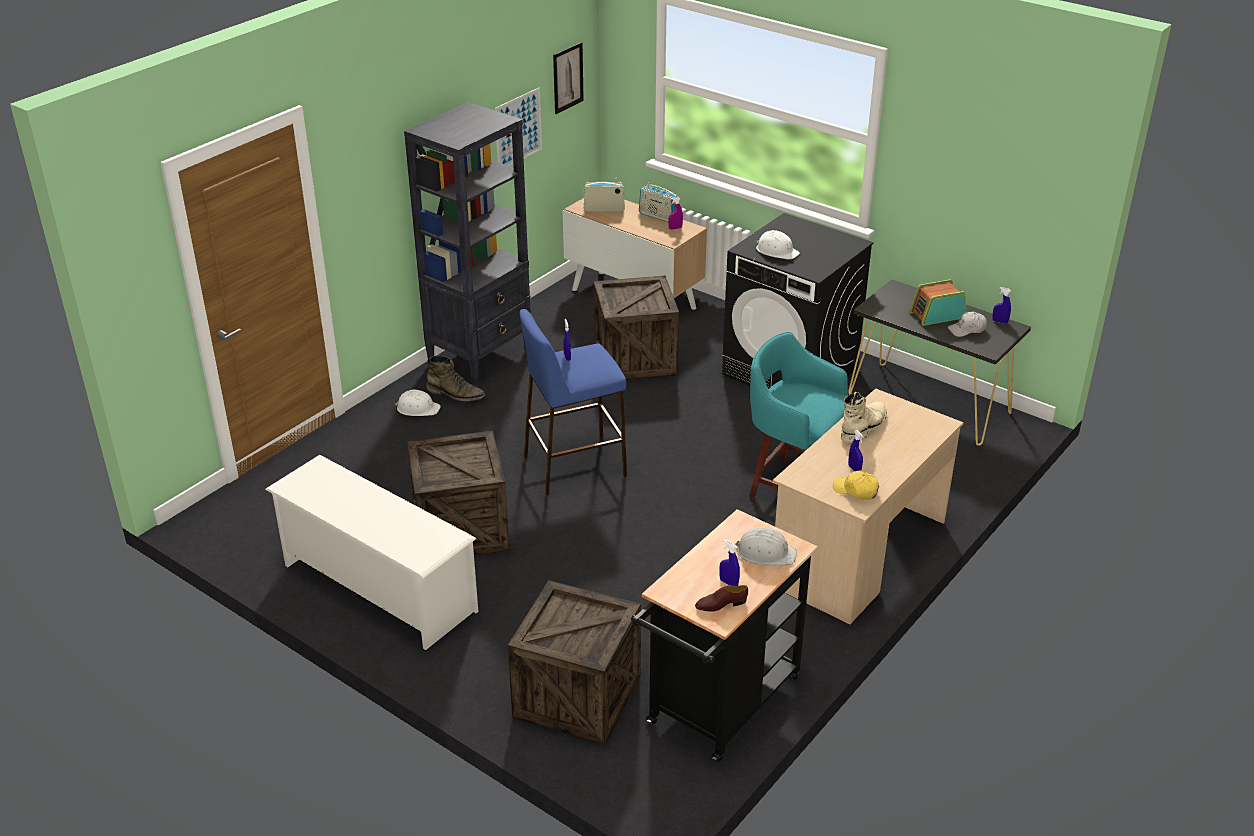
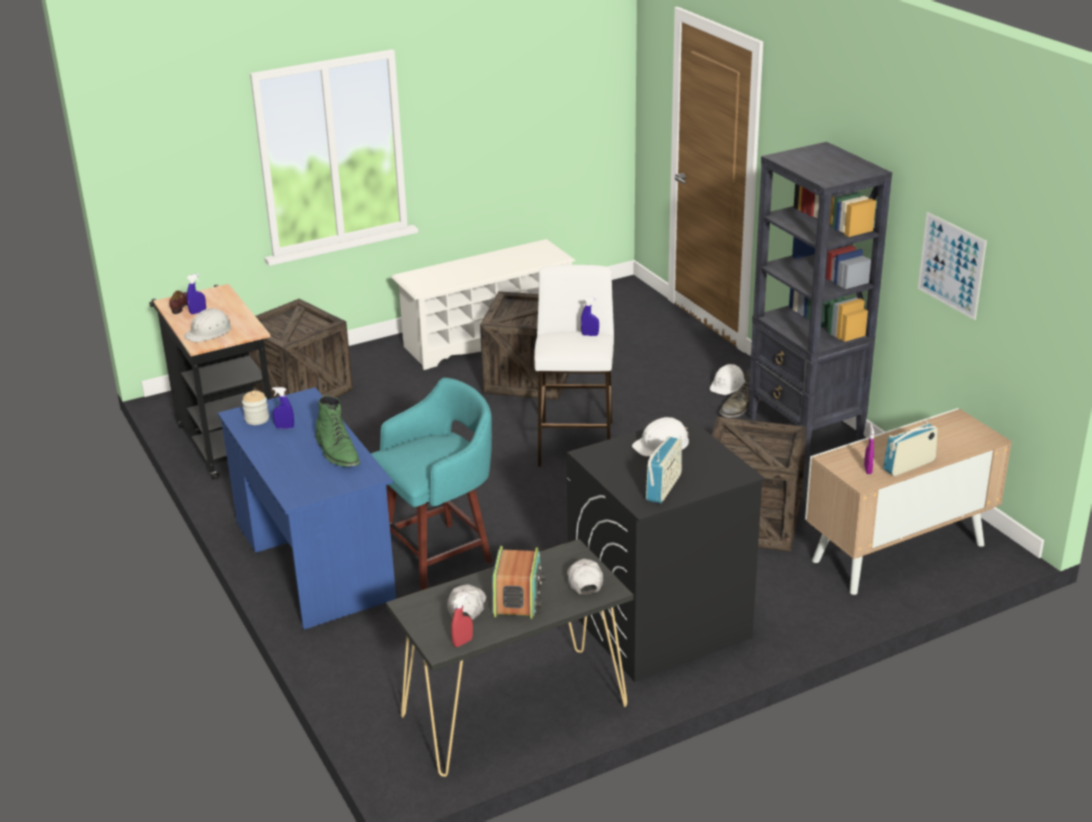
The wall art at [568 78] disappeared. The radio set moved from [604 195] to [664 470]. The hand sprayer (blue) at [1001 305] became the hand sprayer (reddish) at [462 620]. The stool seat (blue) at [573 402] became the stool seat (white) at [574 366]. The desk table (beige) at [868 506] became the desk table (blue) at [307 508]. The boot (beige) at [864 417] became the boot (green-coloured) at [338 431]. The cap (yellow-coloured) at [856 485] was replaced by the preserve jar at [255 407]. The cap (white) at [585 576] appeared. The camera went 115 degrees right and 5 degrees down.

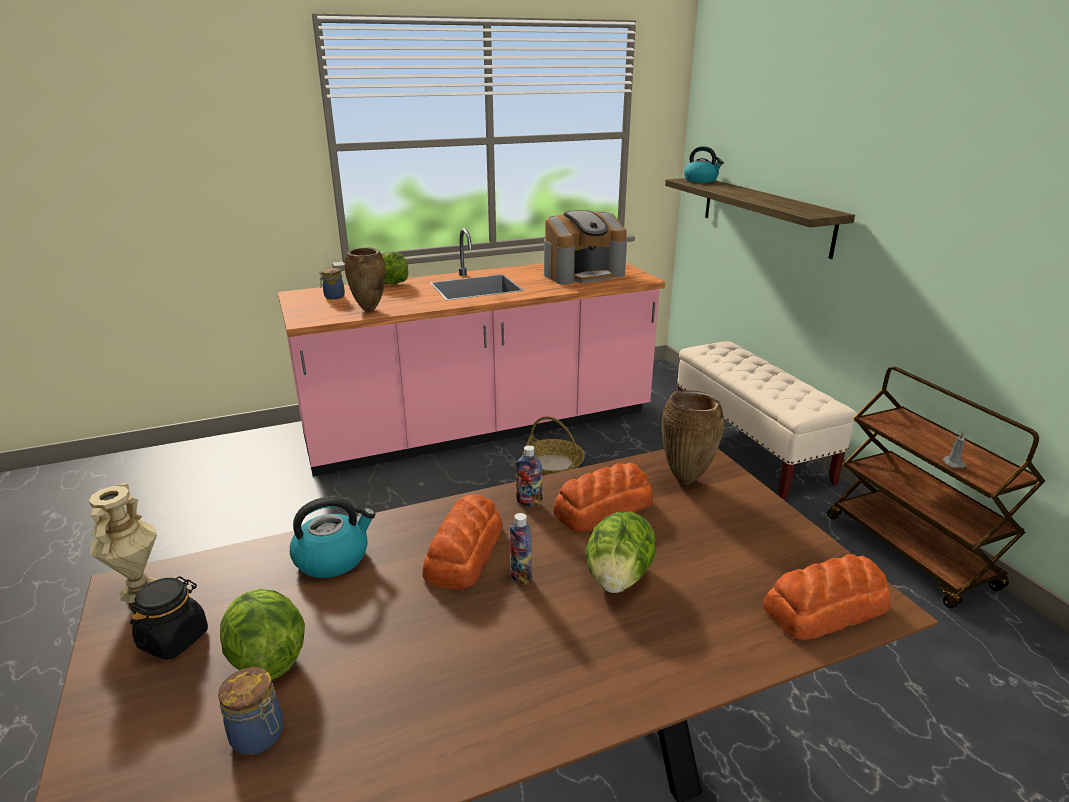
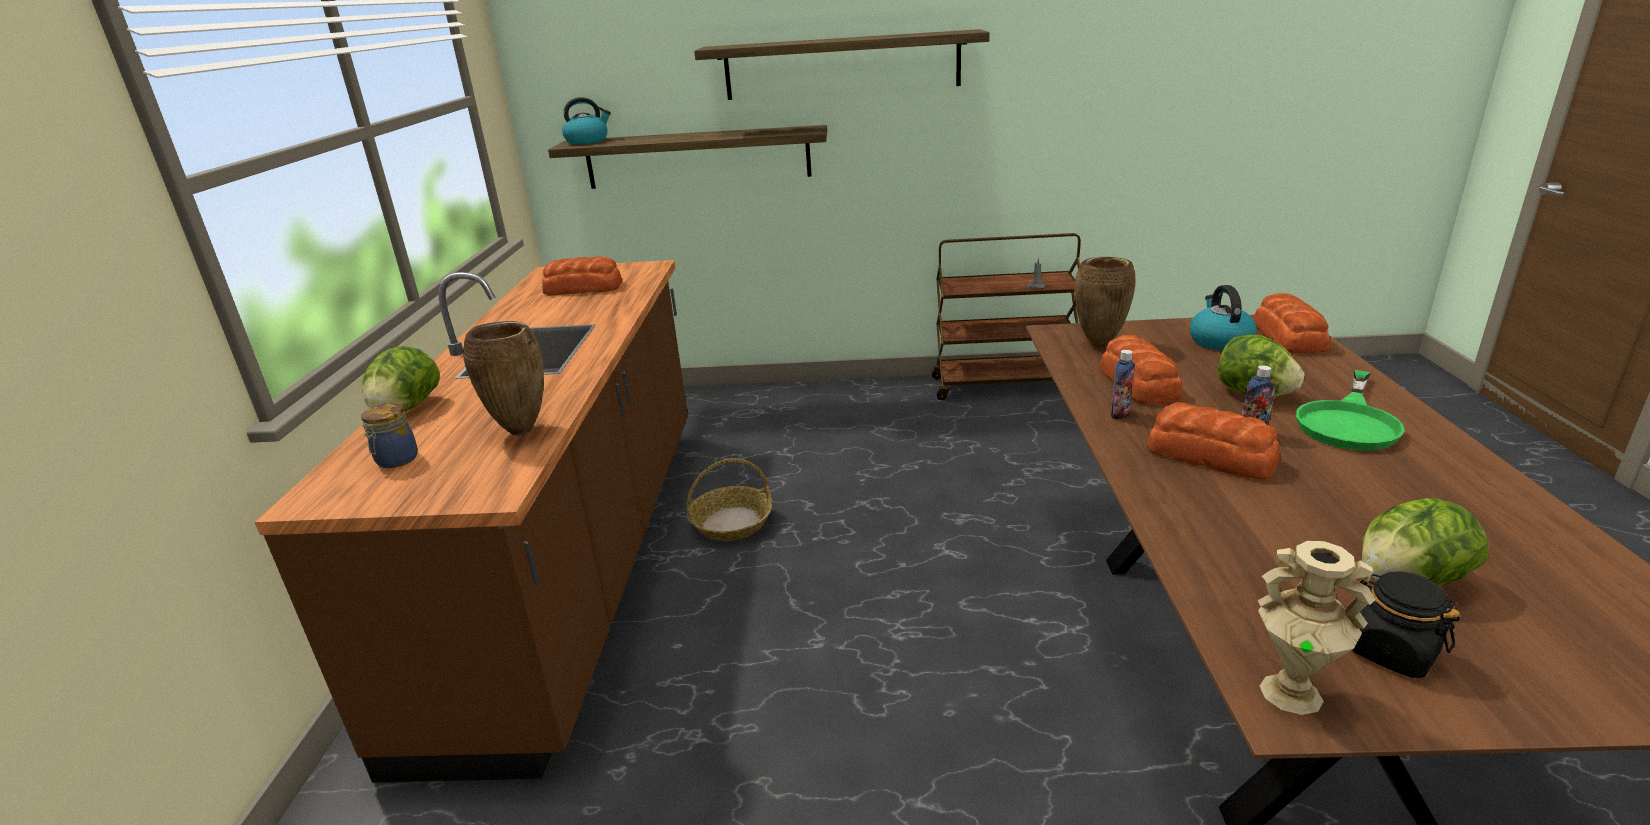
The coffee brewer at [585 247] was replaced by the bakery bread at [582 276]. The counter (pinkish) at [471 352] became the counter (brown-coloured) at [471 521]. The long seat (beige) at [767 420] disappeared. The water kettle moved from [333 537] to [1223 318]. The preserve jar at [250 711] disappeared. The shelf at [842 64] appeared. The pan (green-coloured) at [1350 410] appeared. The camera went 65 degrees left and 0 degrees up.

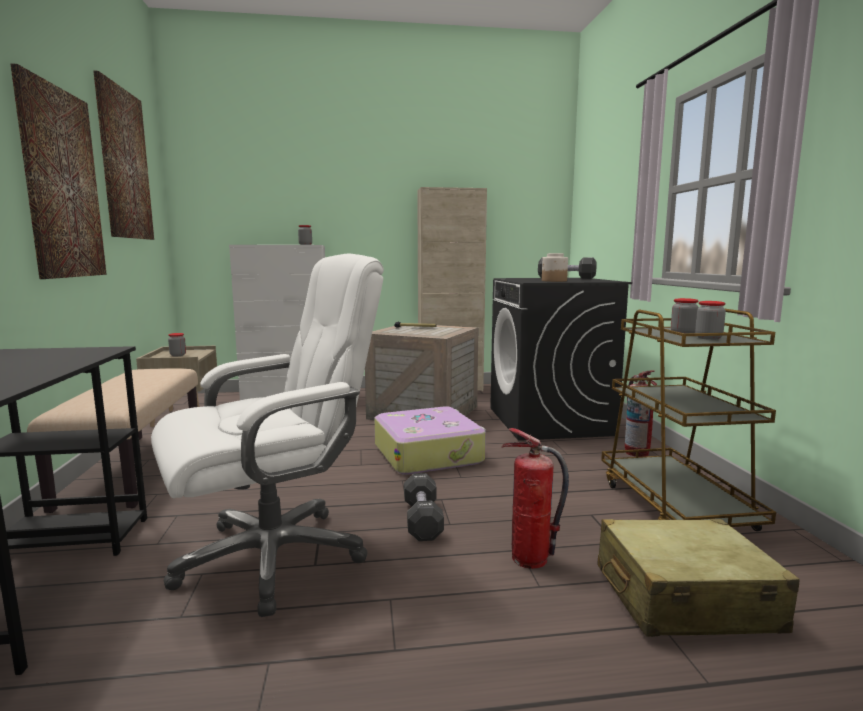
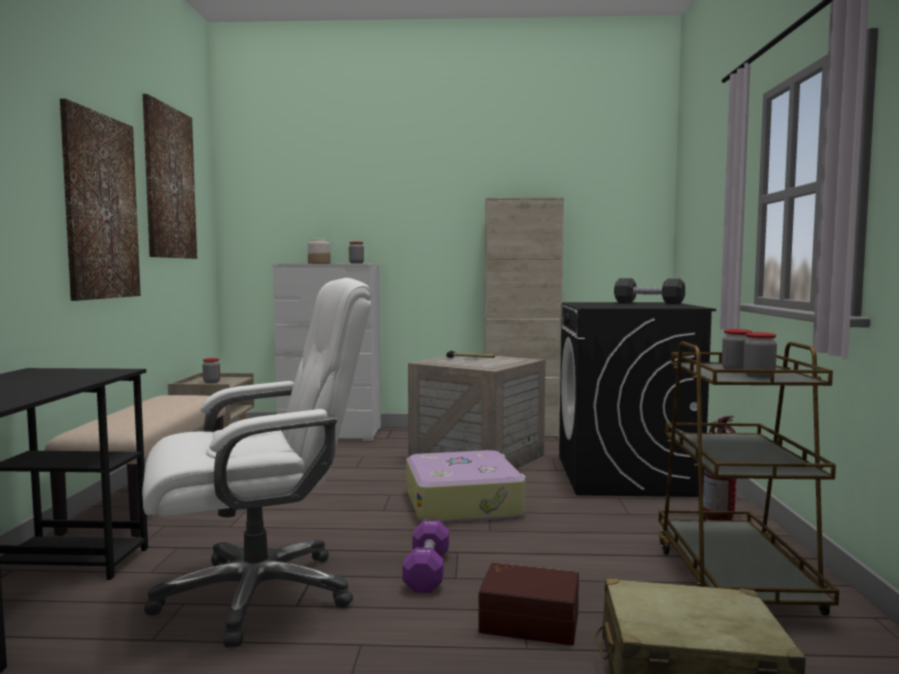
The preserve jar moved from [555 267] to [319 251]. The fire-fighting cylinder at [535 498] was replaced by the storage container (brown-coloured) at [528 604]. The hand weight (blackish) at [424 507] became the hand weight (purplish) at [425 556]. The camera went 10 degrees right and 5 degrees down.

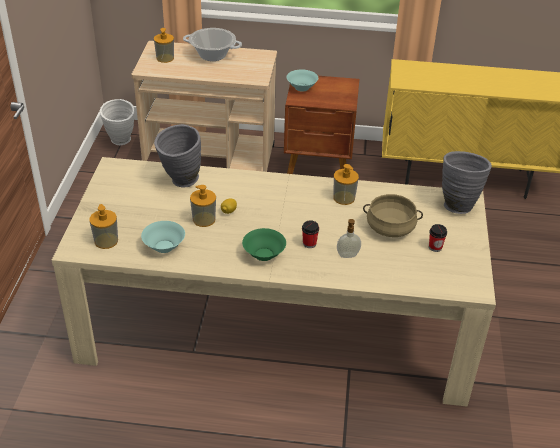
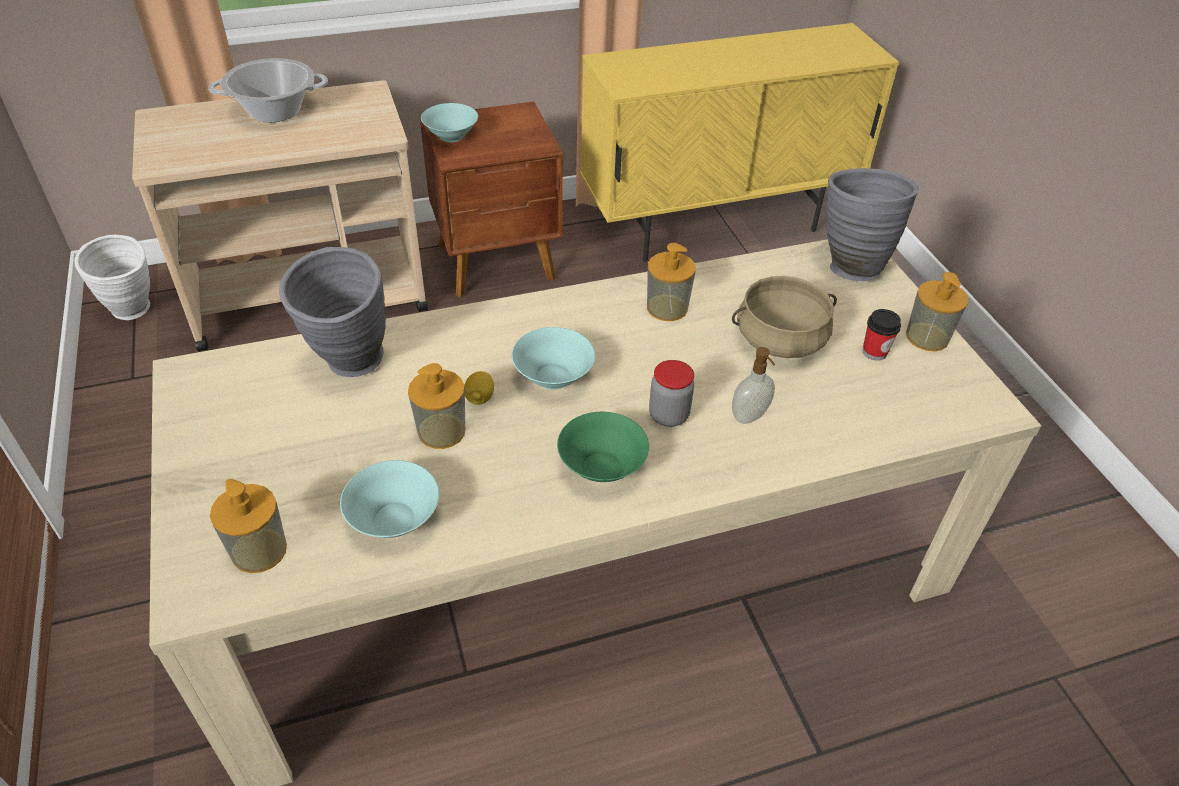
The liquid soap bottle moved from [164 45] to [937 311]. The small cup at [310 234] was replaced by the preserve jar at [671 393]. The deep dish (turquoise-coloured) at [553 358] appeared. The camera went 25 degrees left and 5 degrees up.

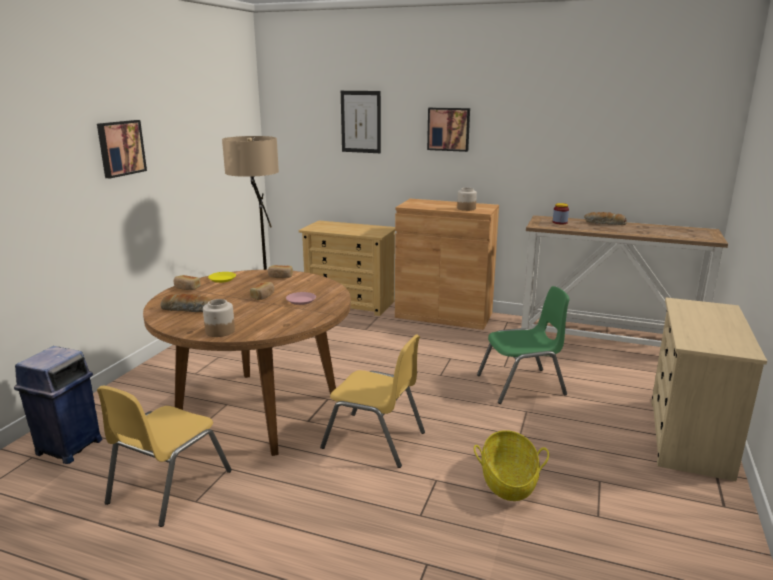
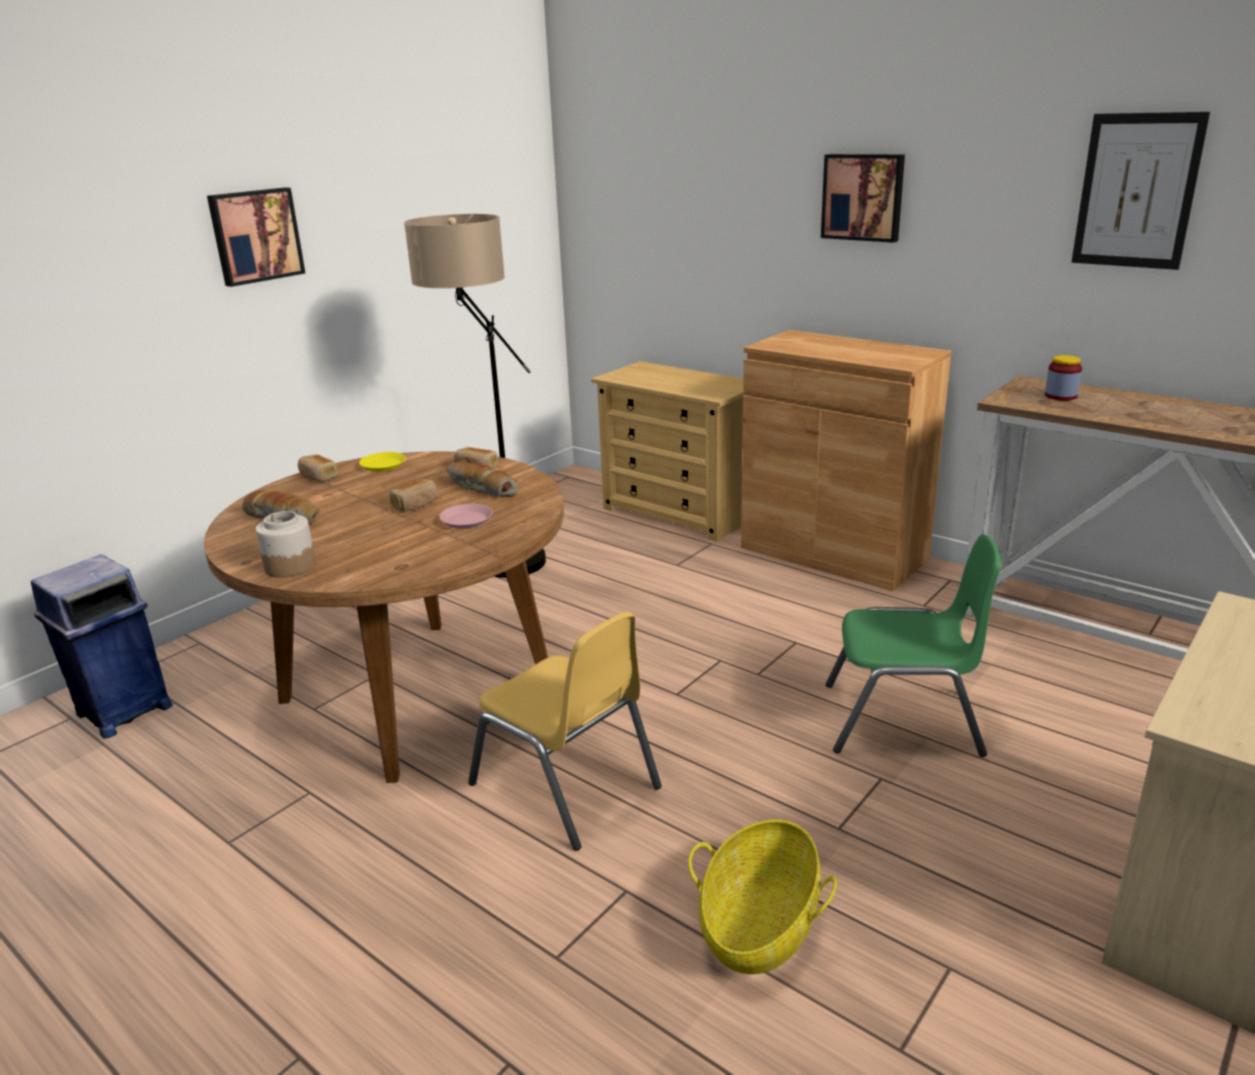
The wall art moved from [361 122] to [1141 191]. The preserve jar at [467 199] disappeared. The bakery bread moved from [605 218] to [482 479]. The upright chair (yellow-coloured) at [164 456] disappeared. The camera went 20 degrees right and 5 degrees up.

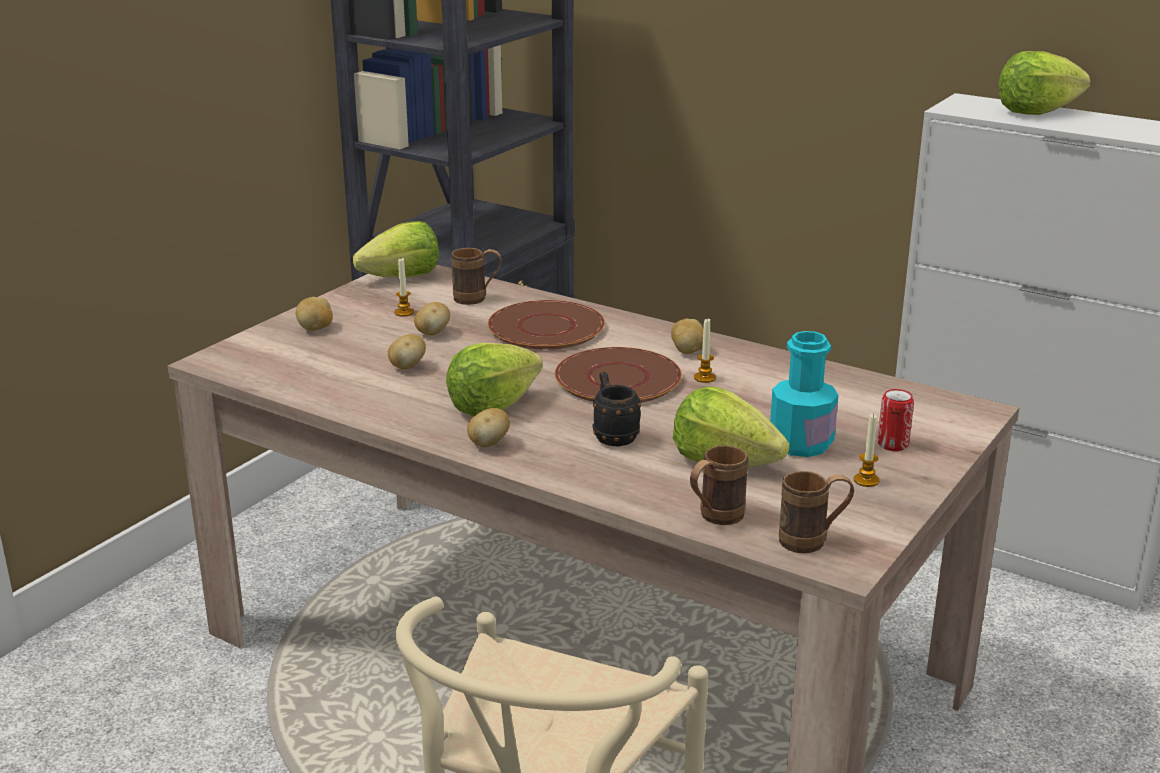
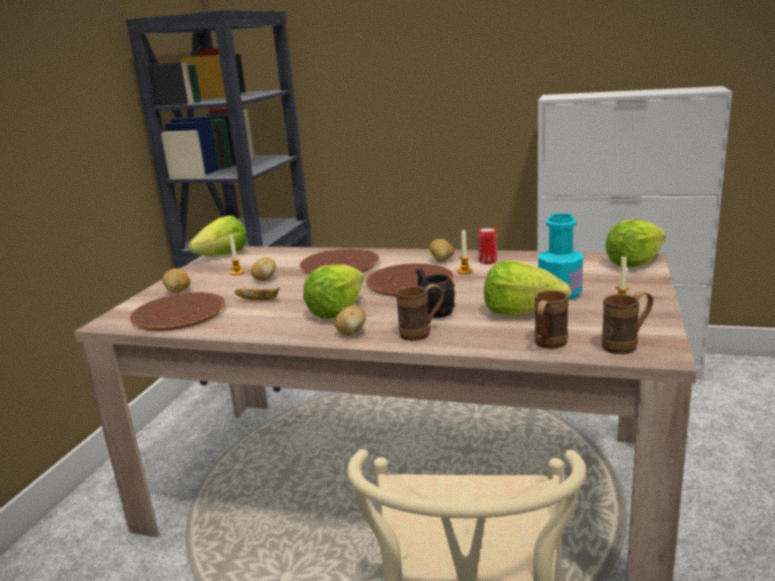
The lettuce moved from [1044 83] to [635 244]. The coffee mug (brown-coloured) moved from [476 276] to [420 312]. The potato at [407 351] was replaced by the whole banana at [257 293]. The can moved from [896 420] to [487 246]. The plate (brown-coloured) at [177 311] appeared. The camera went 15 degrees left and 5 degrees down.

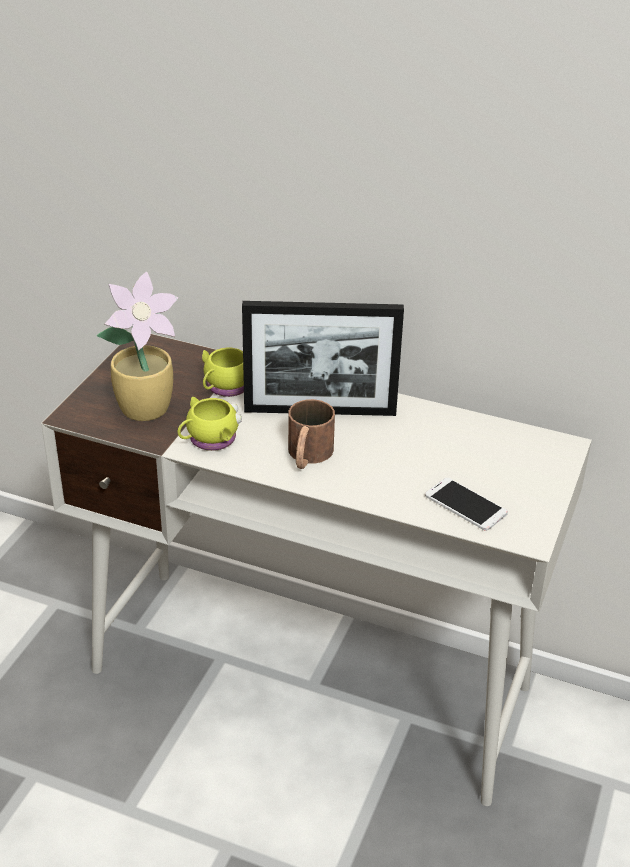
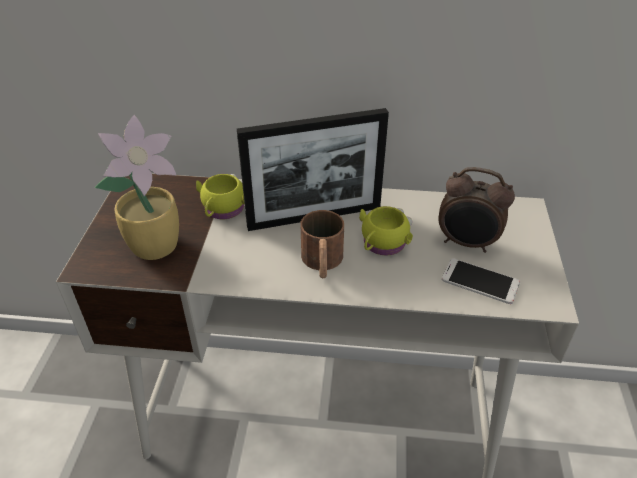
The coffee mug (yellow-coloured) moved from [210 424] to [386 231]. The table clock at [477 210] appeared. The camera went 15 degrees left and 5 degrees up.

